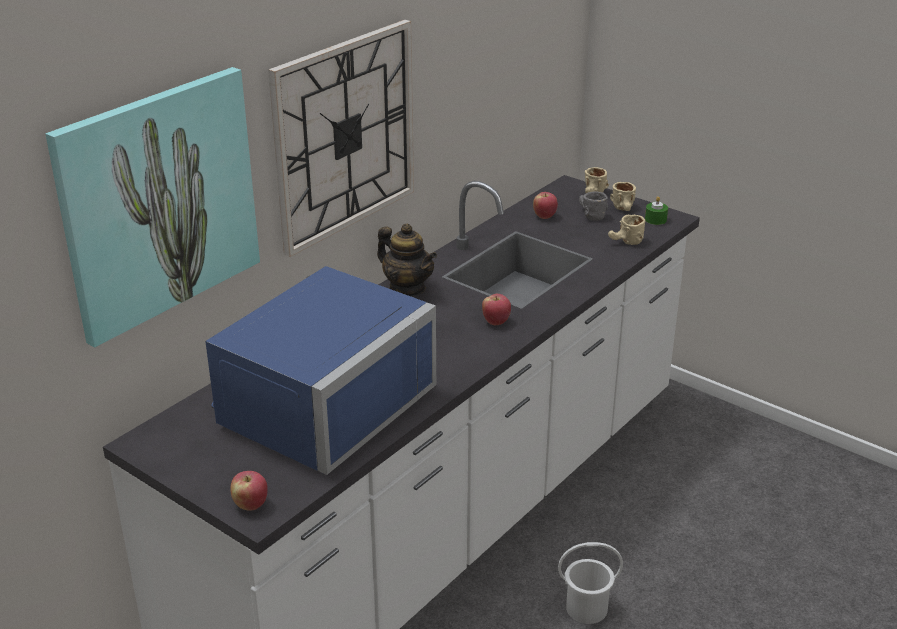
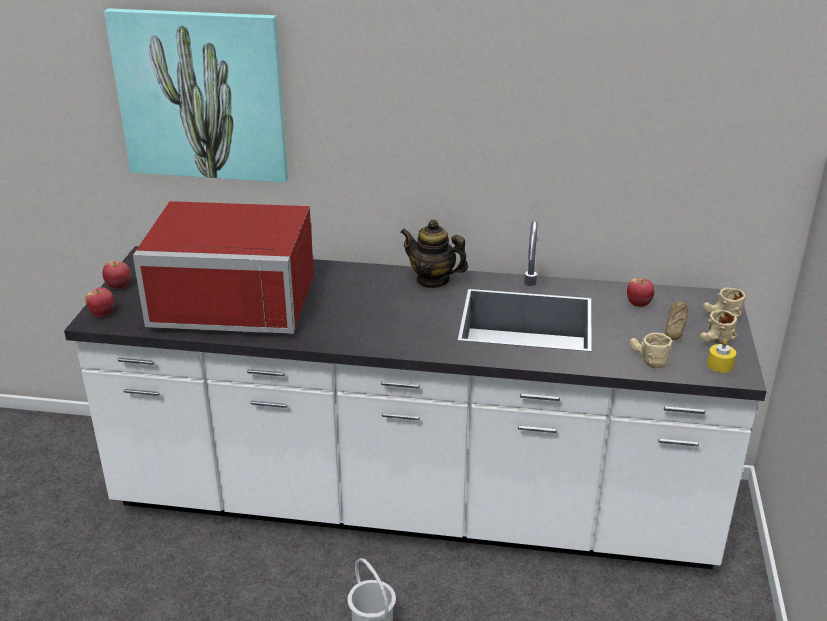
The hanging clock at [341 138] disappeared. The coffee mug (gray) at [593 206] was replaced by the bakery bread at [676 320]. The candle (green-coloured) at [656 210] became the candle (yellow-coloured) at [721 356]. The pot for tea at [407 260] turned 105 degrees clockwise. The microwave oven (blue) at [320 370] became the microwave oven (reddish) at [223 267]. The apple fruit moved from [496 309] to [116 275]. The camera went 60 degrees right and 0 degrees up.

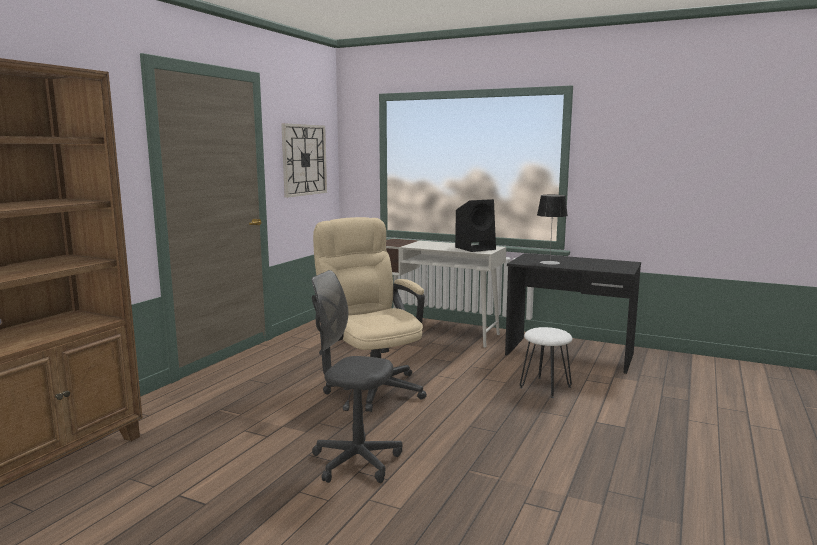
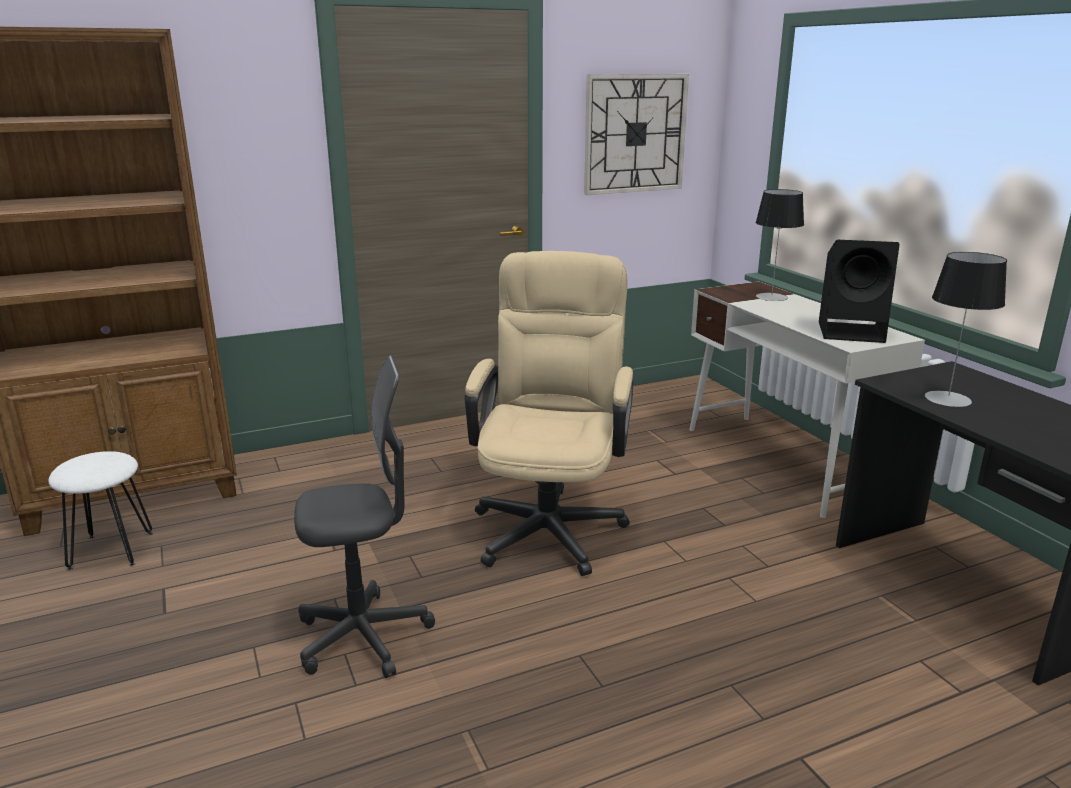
The desk chair (gray) at [356 376] turned 105 degrees clockwise. The stool seat (white) moved from [546 362] to [100 511]. The tabletop lamp at [780 245] appeared. The camera went 40 degrees right and 10 degrees up.

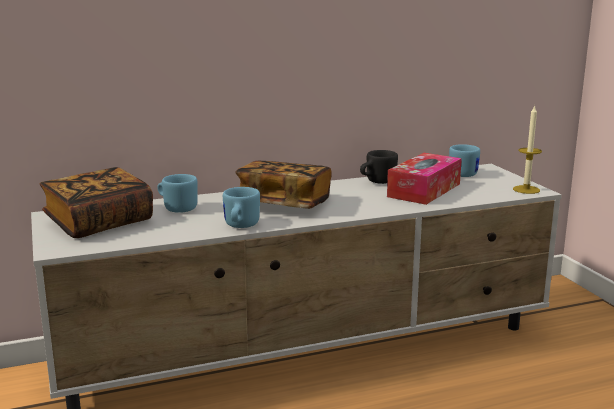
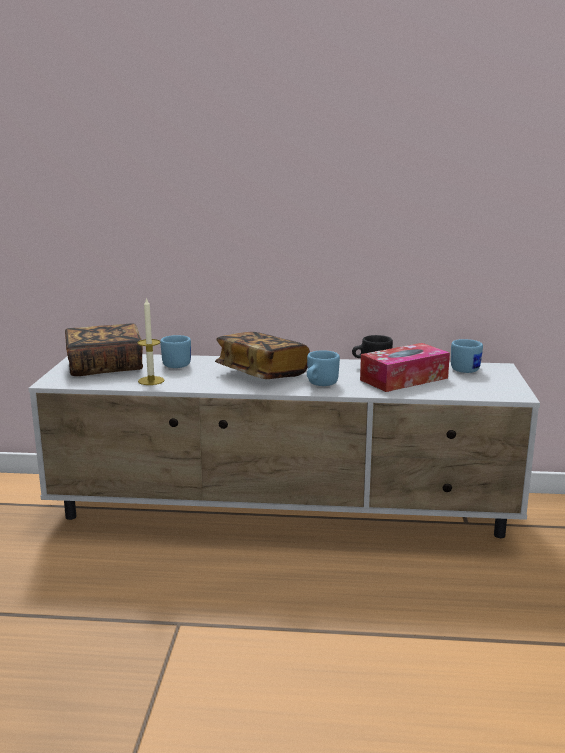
The candle moved from [527 149] to [151 341]. The coffee mug (blue) moved from [241 207] to [323 368]. The camera went 25 degrees right and 0 degrees up.

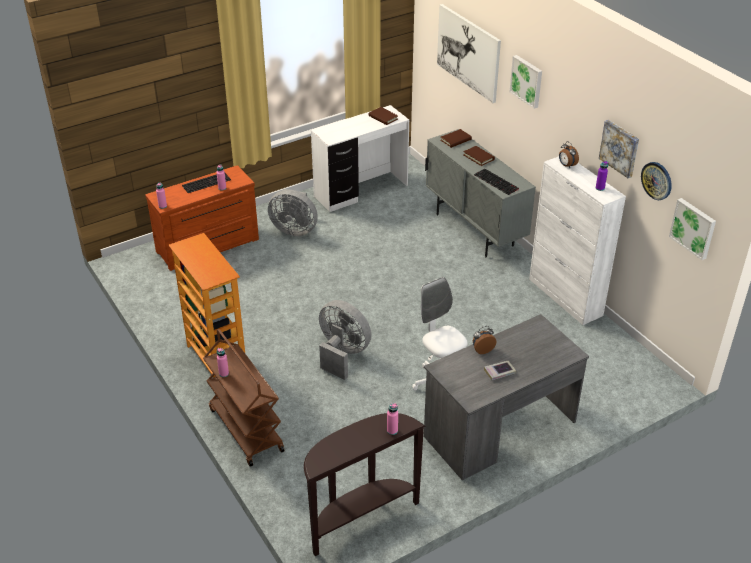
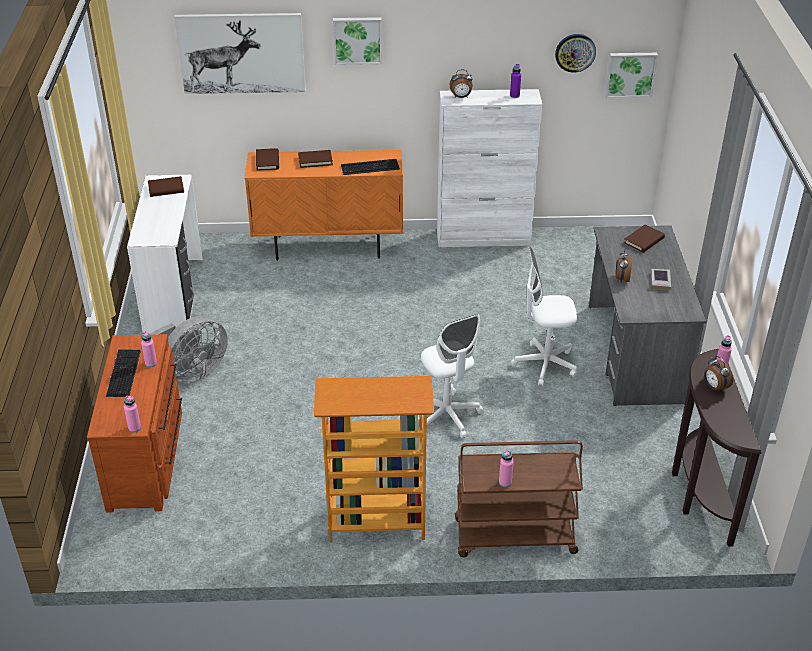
The wall art at [619 149] disappeared. The cupboard (gray) at [480 193] became the cupboard (orange-coloured) at [324 205]. The fan (gray) at [345 340] was replaced by the desk chair (white) at [452 376]. The volume (brown-coloured) at [644 239] appeared. The table clock at [718 374] appeared. The camera went 60 degrees left and 0 degrees up.

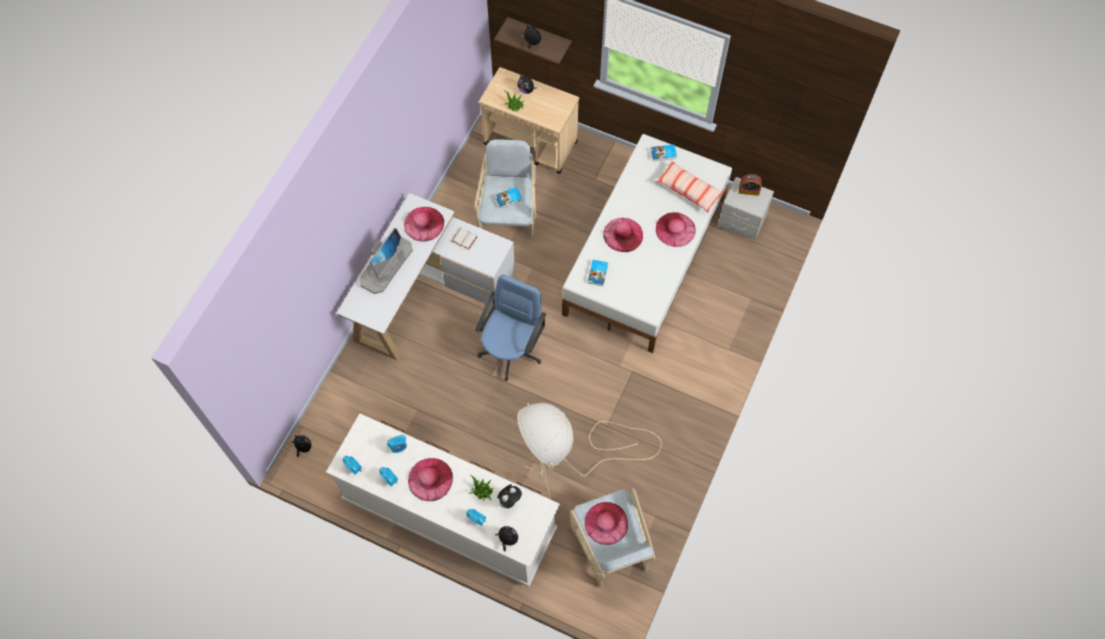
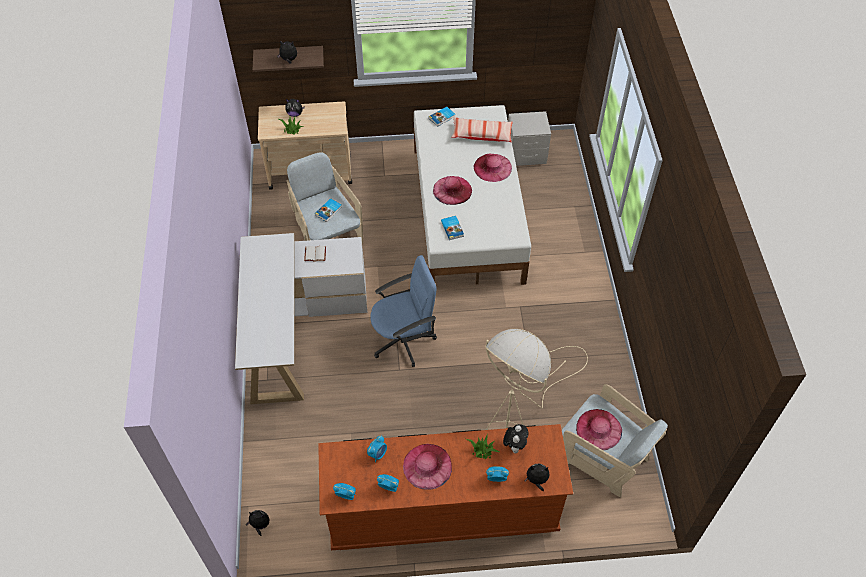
The table clock at [750 185] disappeared. The hat (pinkish) at [424 224] disappeared. The monitor at [386 261] disappeared. The desk chair (blue) at [510 328] turned 75 degrees clockwise. The chest of drawers (white) at [443 500] became the chest of drawers (brown-coloured) at [445 487]. The camera went 30 degrees left and 10 degrees down.

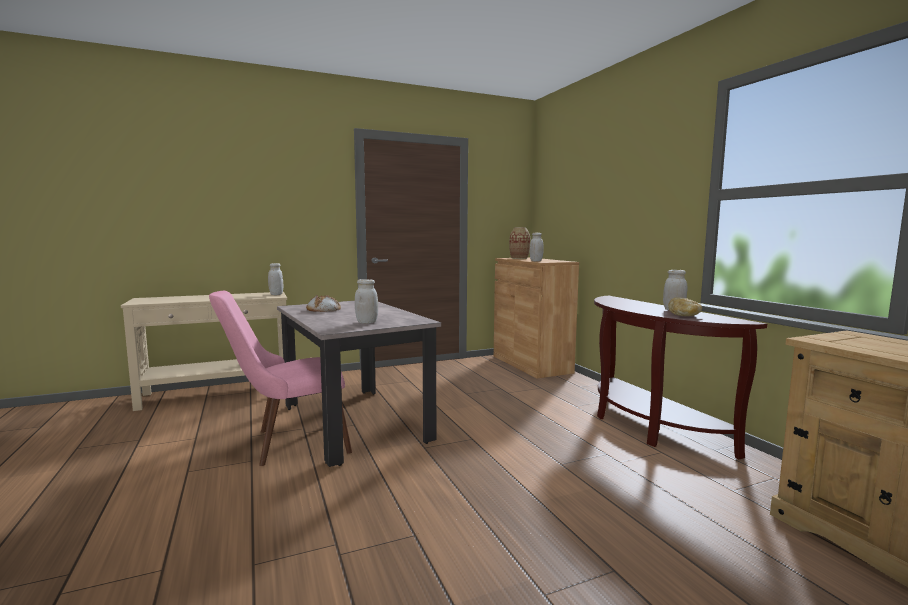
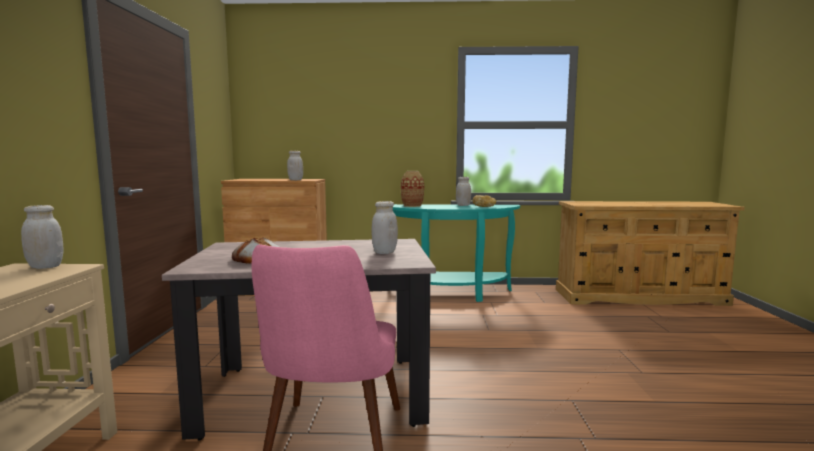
The decorative vase moved from [519 243] to [412 189]. The console table (brown-coloured) at [680 378] became the console table (turquoise-coloured) at [456 253]. The camera went 65 degrees left and 0 degrees up.

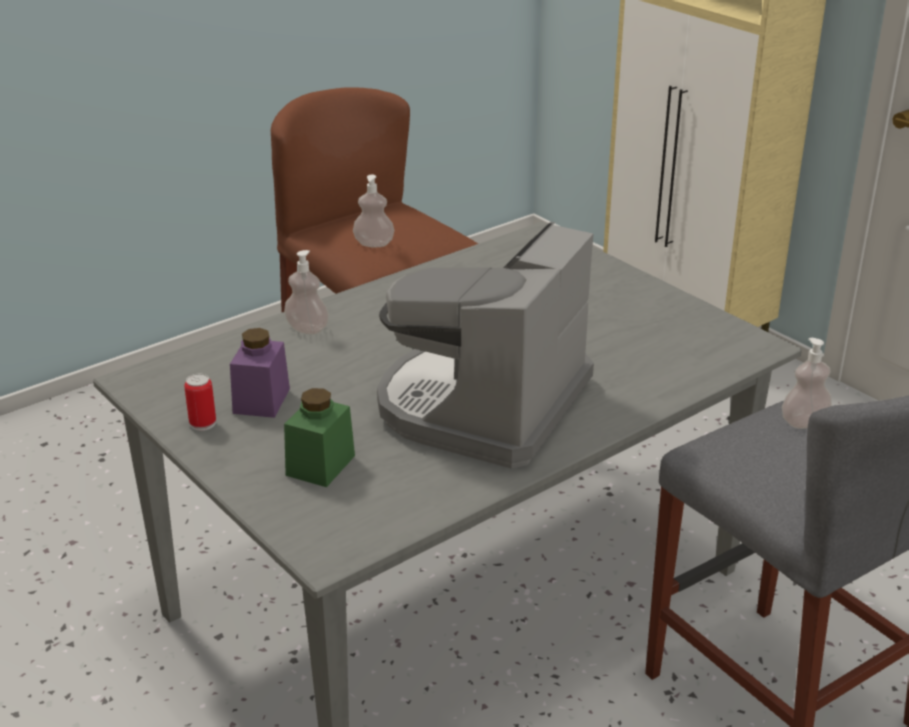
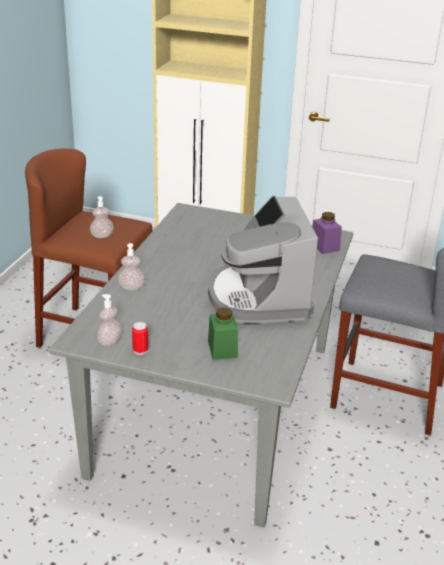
The preserve jar (purplish) moved from [260 373] to [327 233]. The liquid soap bottle moved from [807 383] to [109 320]. The camera went 35 degrees left and 0 degrees up.

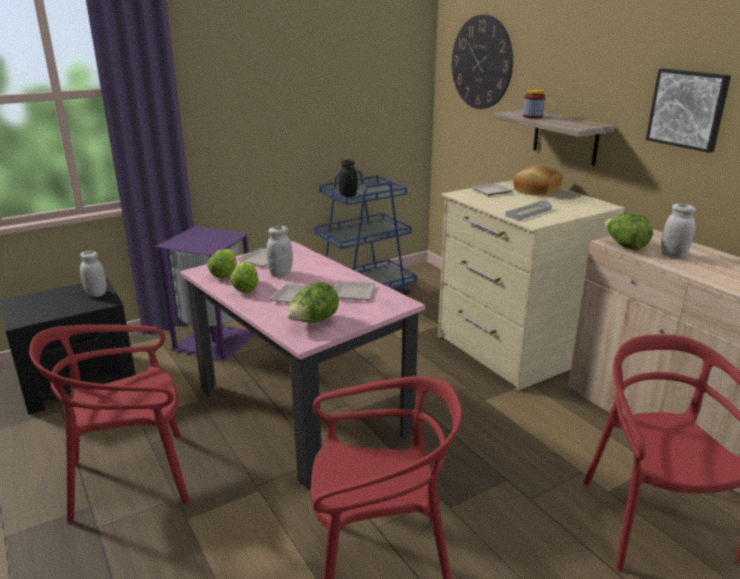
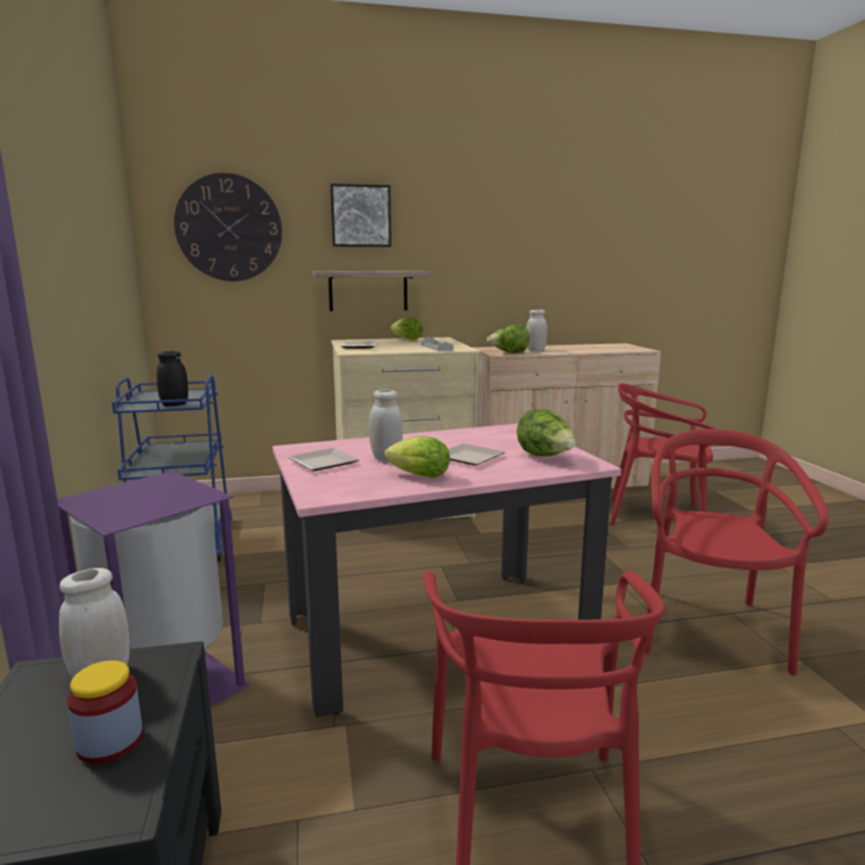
The wall art moved from [688 111] to [360 215]. The preserve jar moved from [534 104] to [105 712]. The bakery bread at [538 180] disappeared. The lettuce moved from [222 263] to [406 328]. The plate at [354 290] disappeared. The camera went 70 degrees left and 10 degrees down.

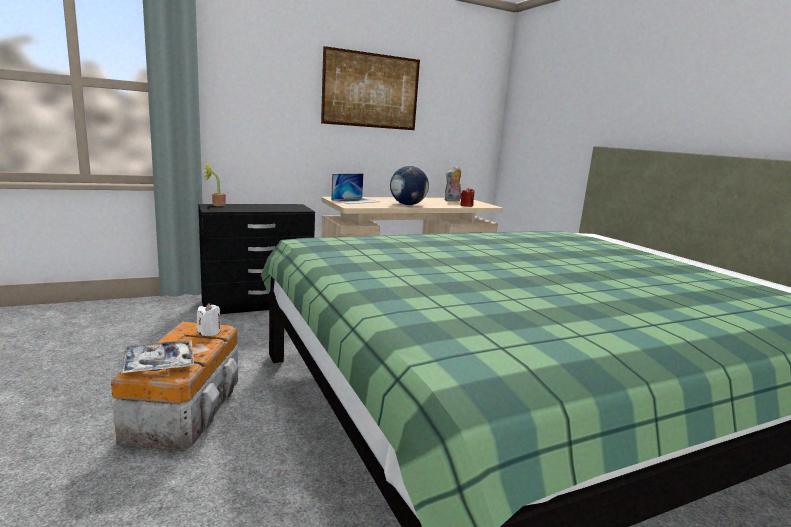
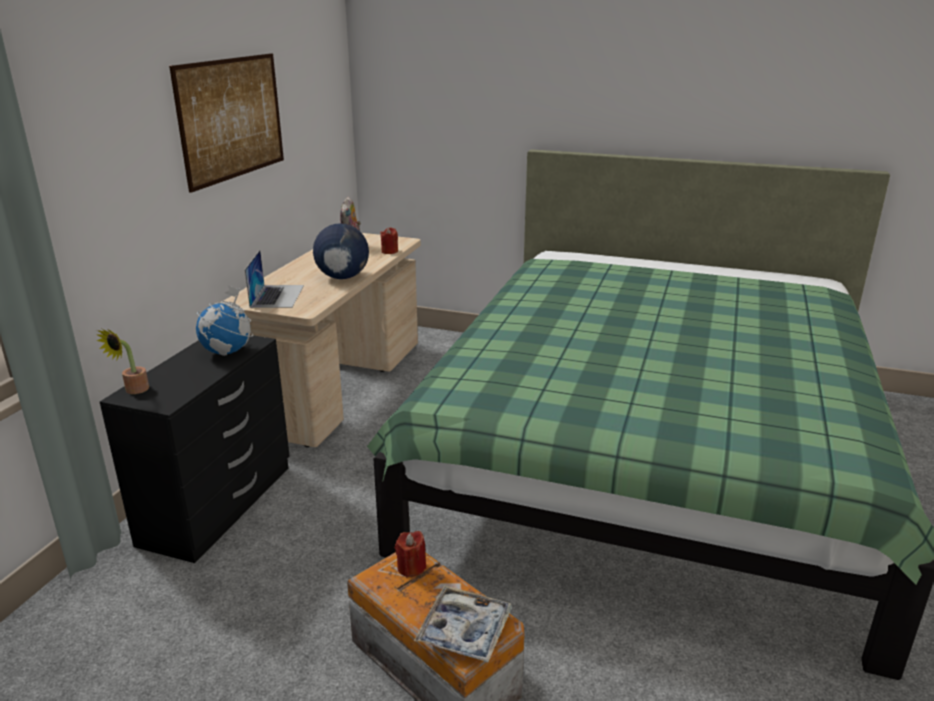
The candle (white) at [208 319] became the candle (reddish) at [410 554]. The globe at [225 320] appeared. The camera went 45 degrees left and 10 degrees up.

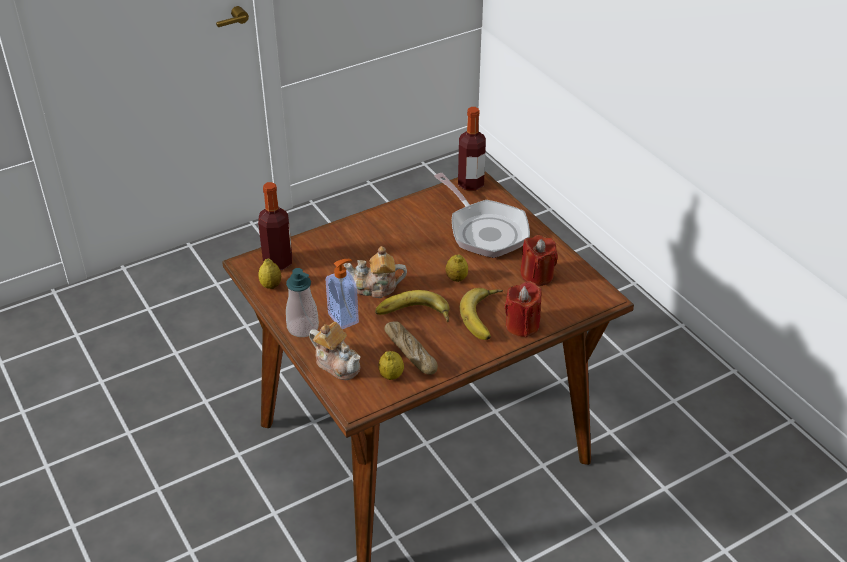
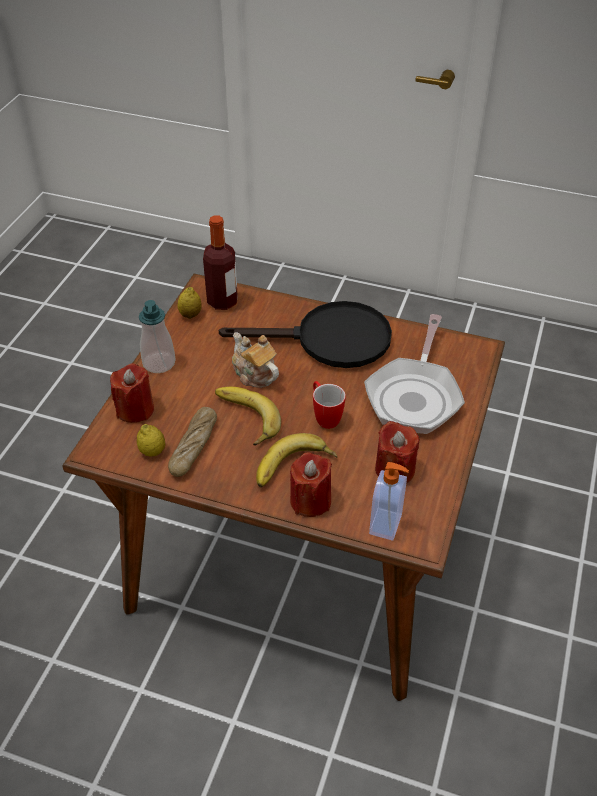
The bottle at [472 149] disappeared. The lemon at [457 268] was replaced by the coffee mug at [329 405]. The liquid soap bottle moved from [342 294] to [389 501]. The pot for tea at [335 351] was replaced by the candle (reddish) at [132 393]. The pan (blackish) at [305 334] appeared. The camera went 50 degrees right and 5 degrees up.

